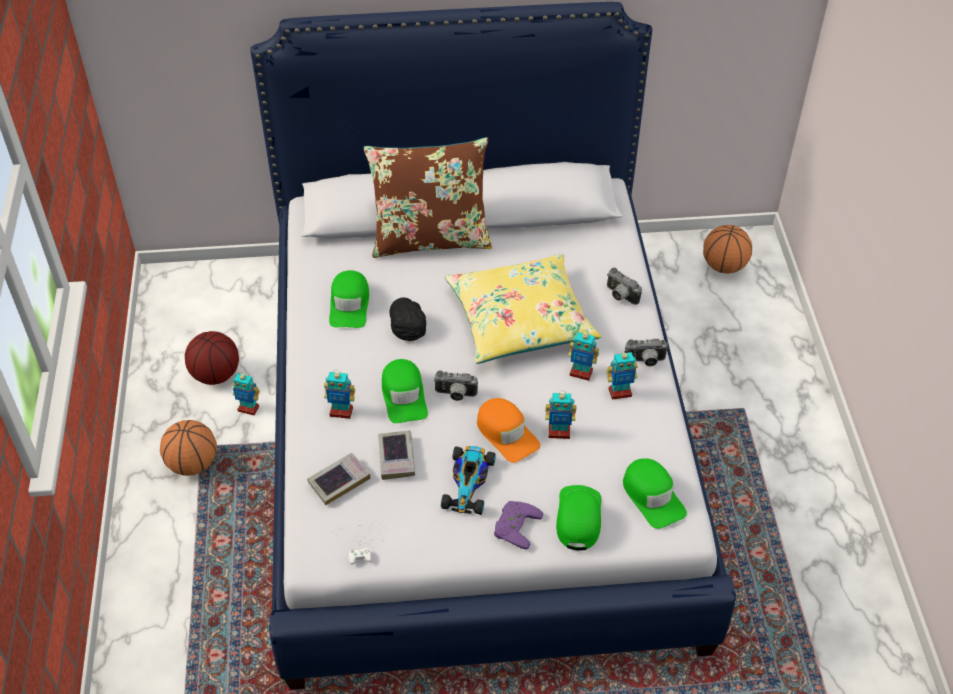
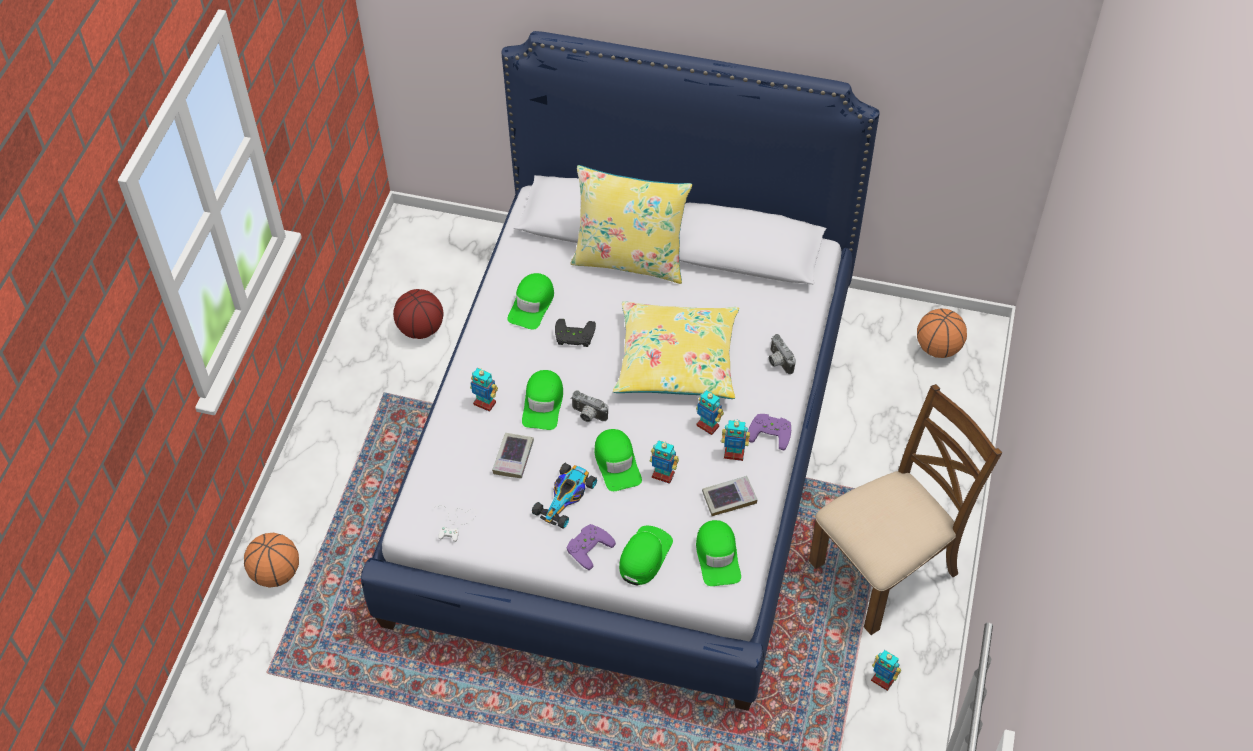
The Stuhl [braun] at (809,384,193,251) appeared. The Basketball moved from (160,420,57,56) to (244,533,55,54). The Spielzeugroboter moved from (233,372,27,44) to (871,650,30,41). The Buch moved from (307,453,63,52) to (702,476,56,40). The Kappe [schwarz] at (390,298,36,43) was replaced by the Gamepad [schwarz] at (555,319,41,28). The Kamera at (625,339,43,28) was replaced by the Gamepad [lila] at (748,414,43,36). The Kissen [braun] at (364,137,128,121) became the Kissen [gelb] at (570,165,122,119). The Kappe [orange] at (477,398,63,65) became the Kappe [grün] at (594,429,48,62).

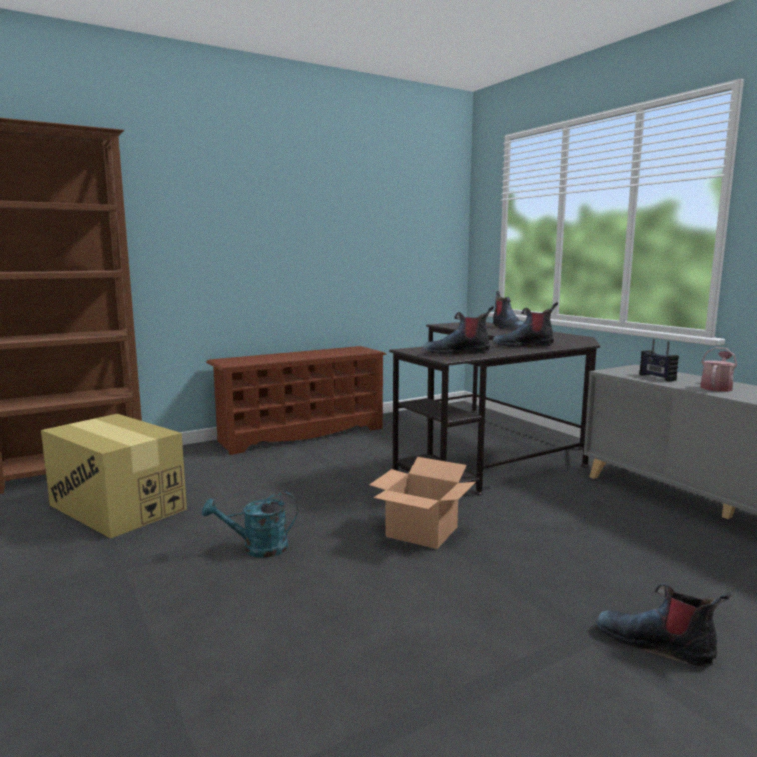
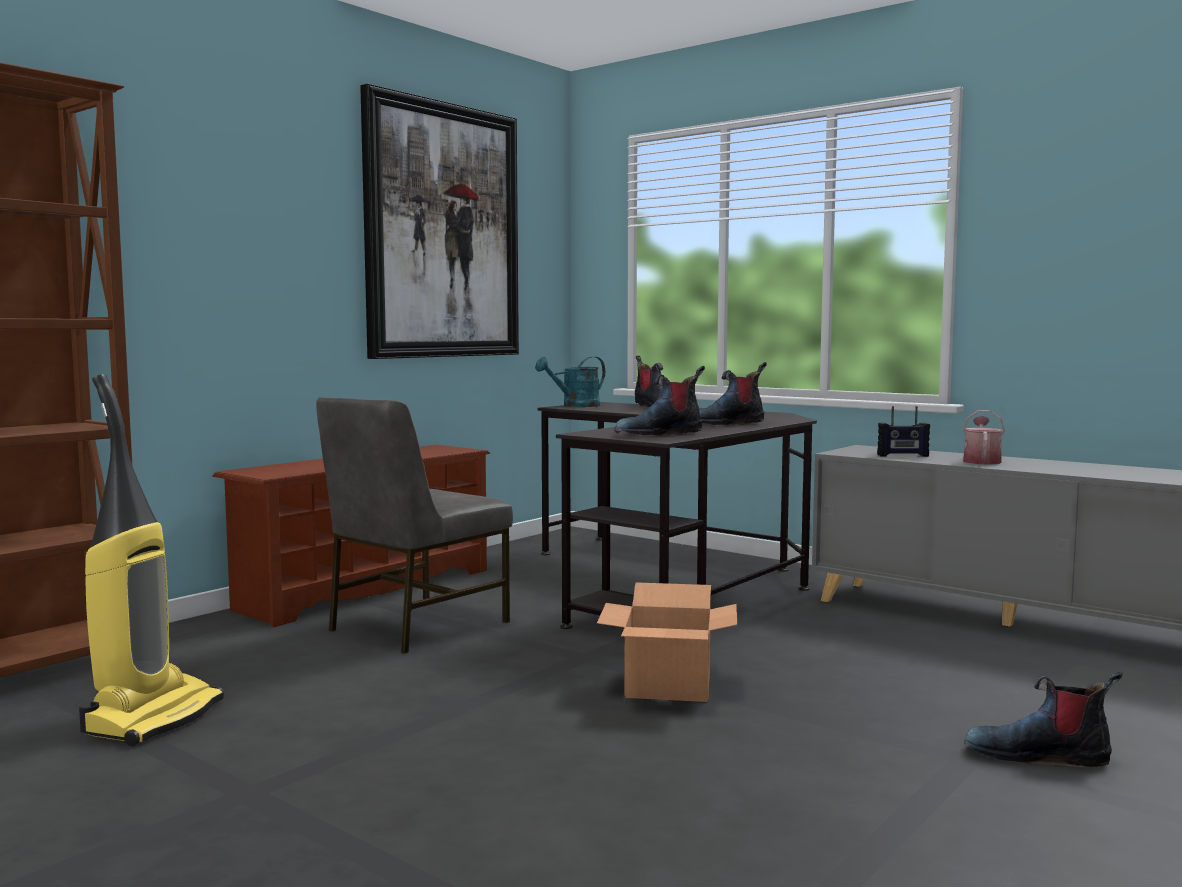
The Stuhl [grau] at (316,397,197,257) appeared. The Bild at (360,84,159,275) appeared. The Gießkanne [türkis] moved from (202,492,96,66) to (535,357,70,50). The Karton at (41,414,146,124) was replaced by the Staubsauger at (79,374,145,372). The Radio at (639,339,40,42) turned 45 degrees counterclockwise.

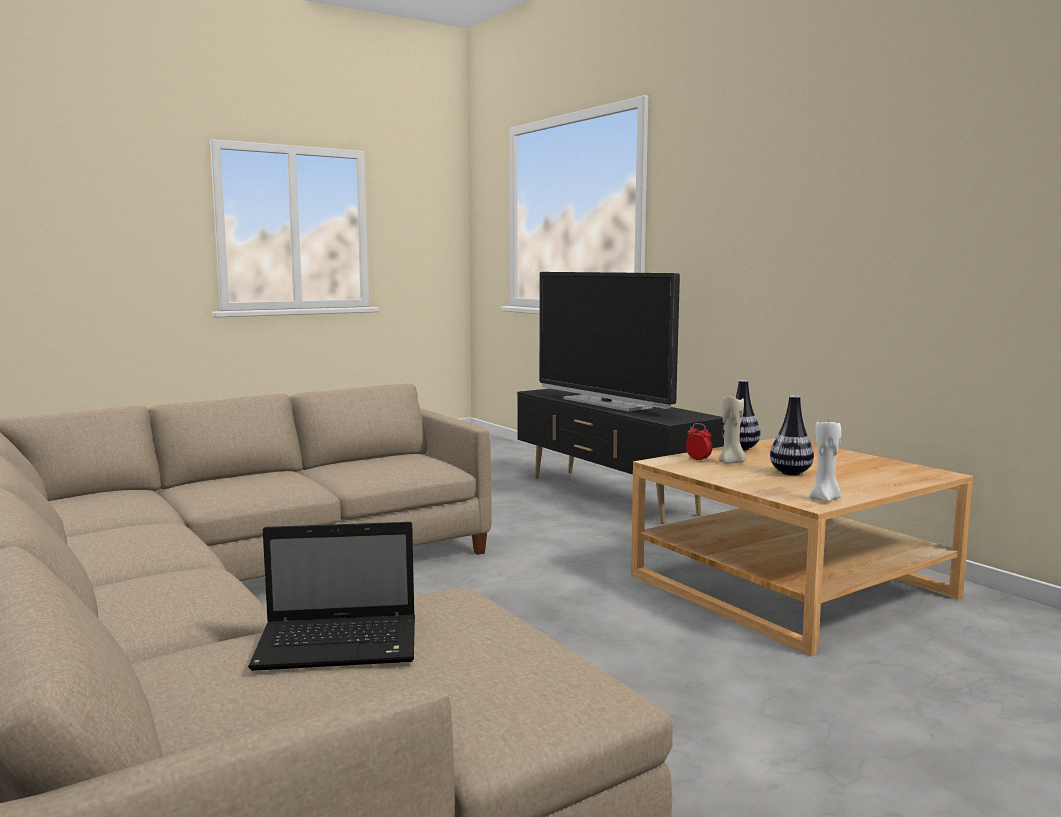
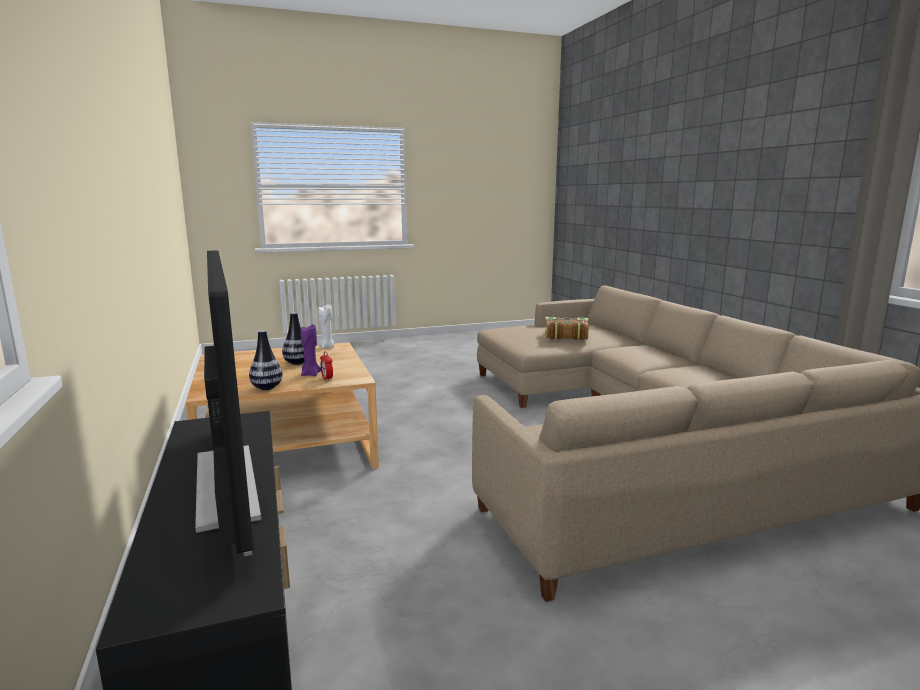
The Laptop at (248,522,167,149) was replaced by the Buch at (545,317,44,23). The Kerze [beige] at (719,395,27,69) became the Kerze [lila] at (301,324,20,52).

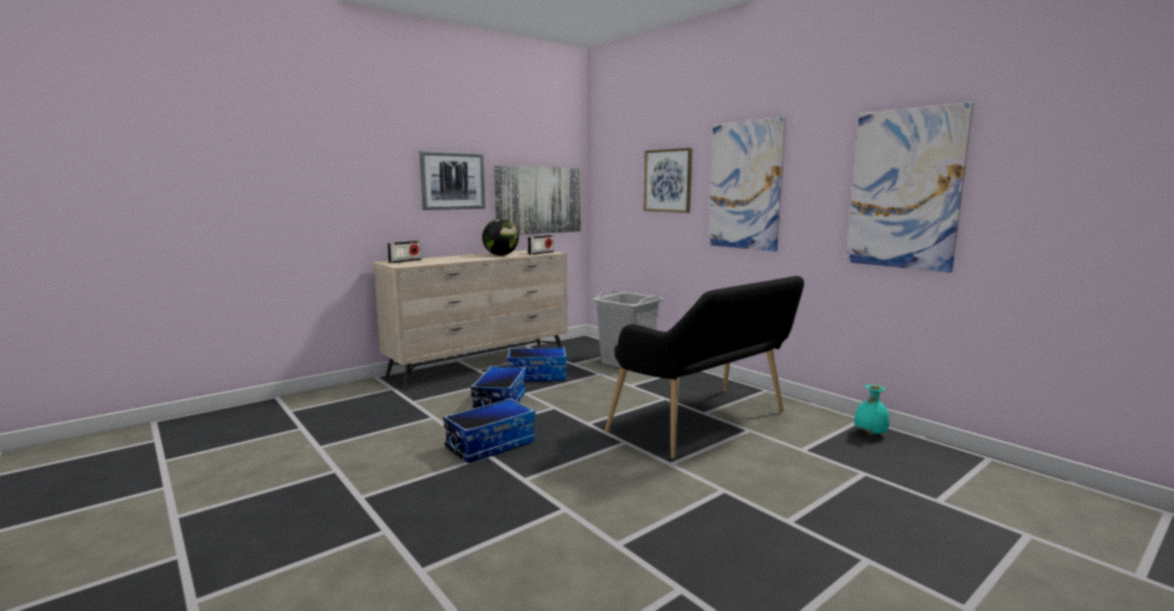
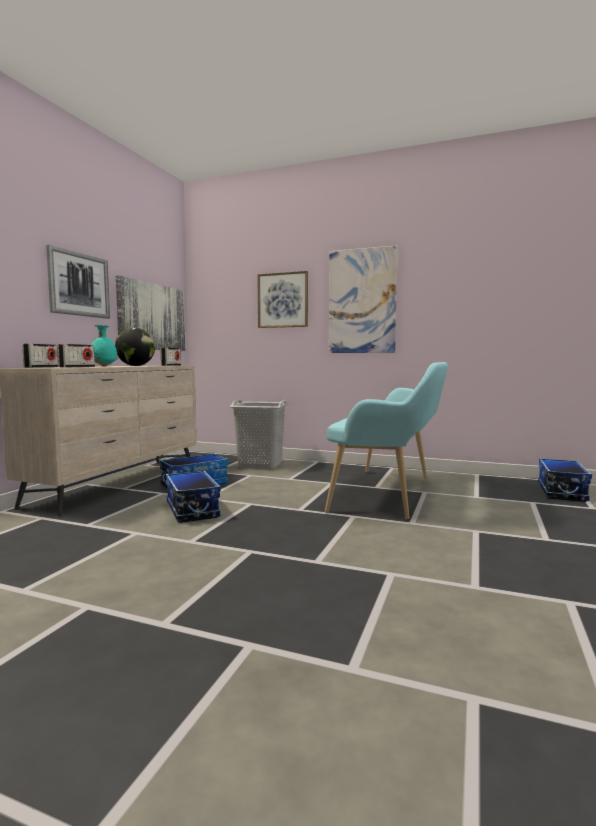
The Bild at (846,102,127,171) disappeared. The Radio at (58,344,37,24) appeared. The Aufbewahrungsbox moved from (443,398,92,65) to (538,458,54,44). The Vase [türkis] moved from (854,385,35,51) to (92,325,26,41). The Bank [schwarz] at (605,276,199,183) became the Bank [türkis] at (325,362,123,158).

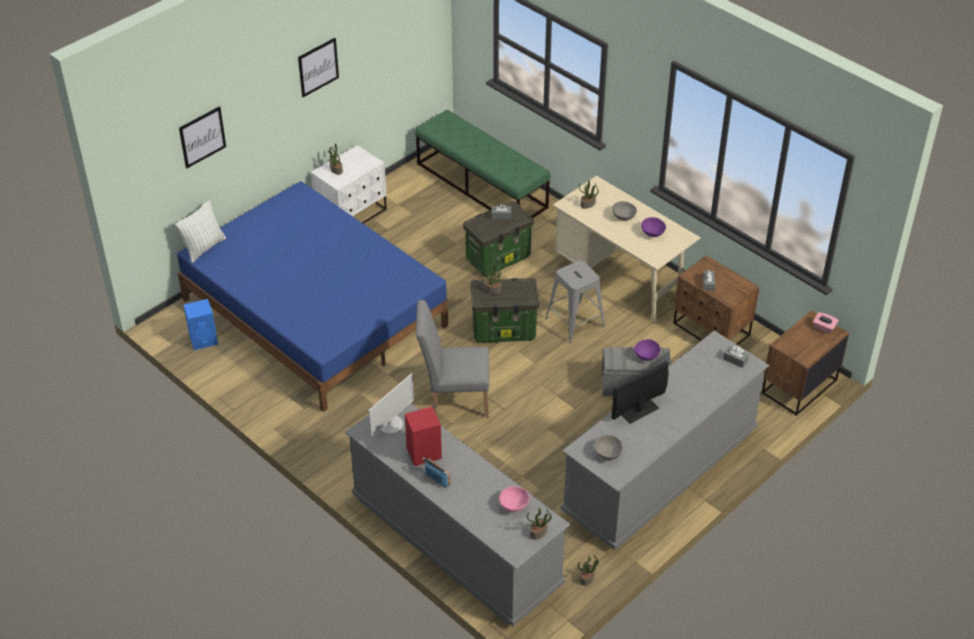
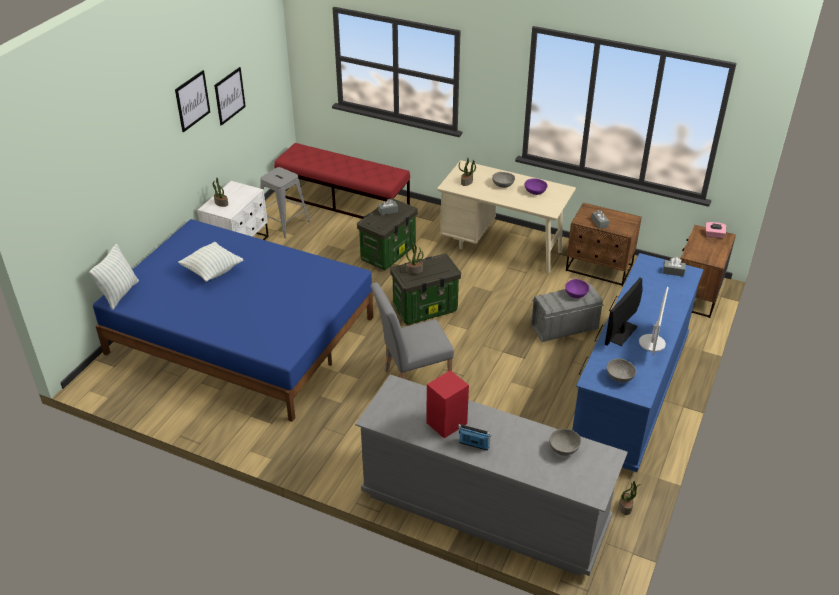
The Lautsprecher [blau] at (184,299,34,51) disappeared. The Topfpflanze at (527,508,24,32) disappeared. The Kissen at (178,242,65,40) appeared. The Bild moved from (179,106,47,62) to (214,67,32,59). The Monitor moved from (368,373,46,64) to (639,287,30,69). The Hocker [grau] moved from (546,260,59,83) to (260,167,50,71). The Bank [grün] at (415,110,135,108) became the Bank [rot] at (274,143,136,76). The Schüssel [rosa] at (499,486,31,26) became the Schüssel [grau] at (549,429,32,27). The Kommode [grau] at (561,331,208,219) became the Kommode [blau] at (572,253,132,219).

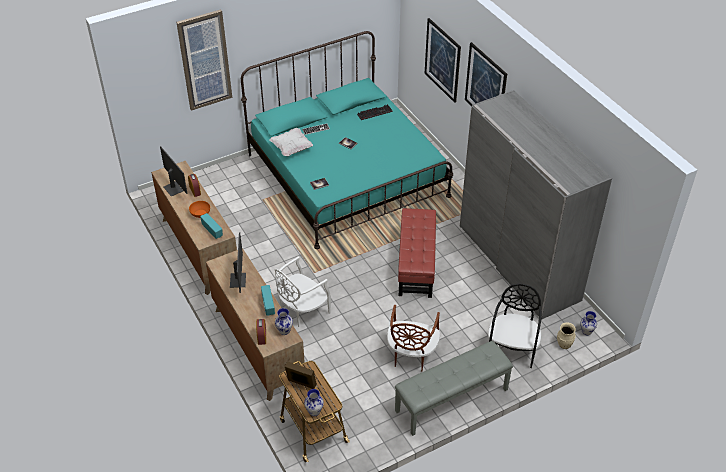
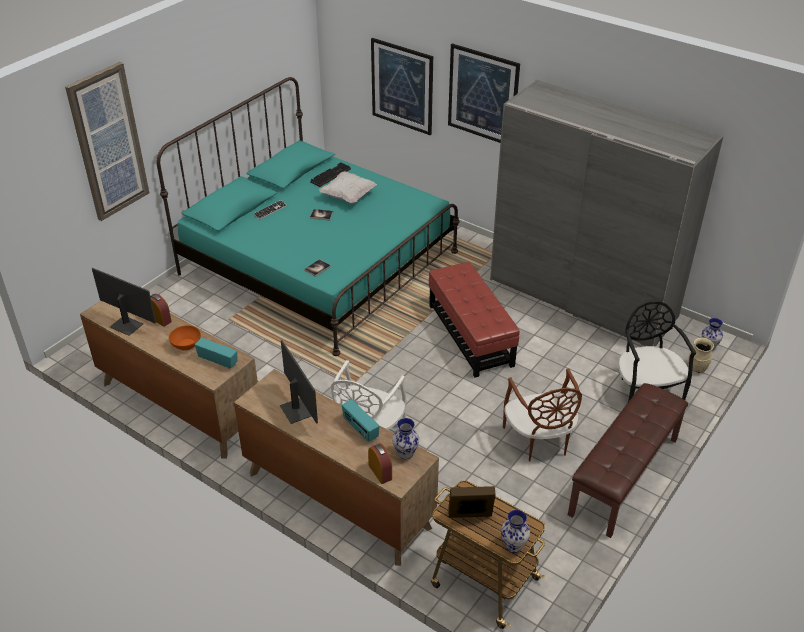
The Kissen [weiß] moved from (270,128,43,28) to (320,172,57,32). The Bank [grau] at (395,341,118,95) became the Bank [braun] at (568,383,120,155).

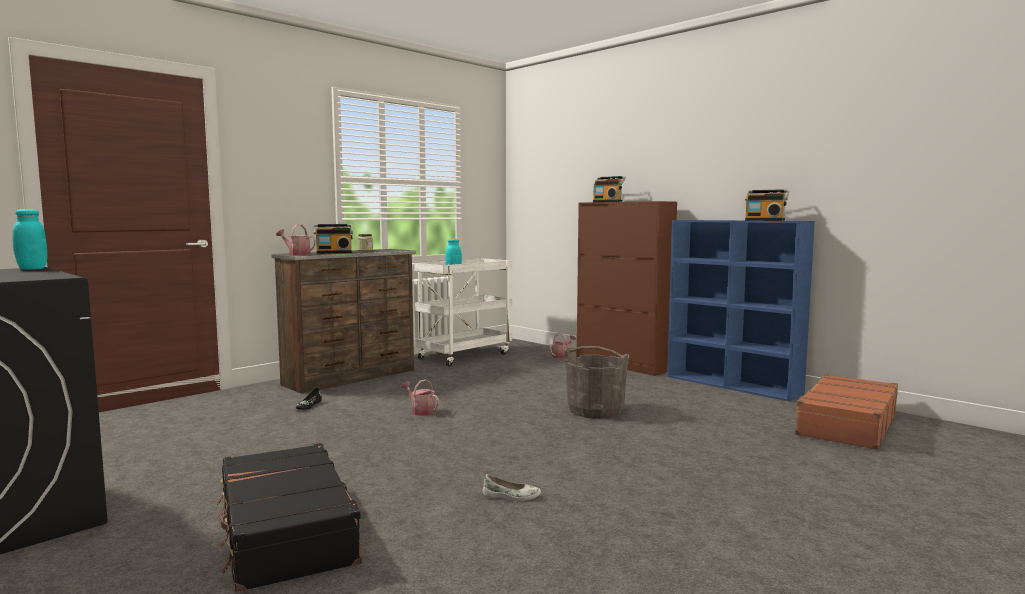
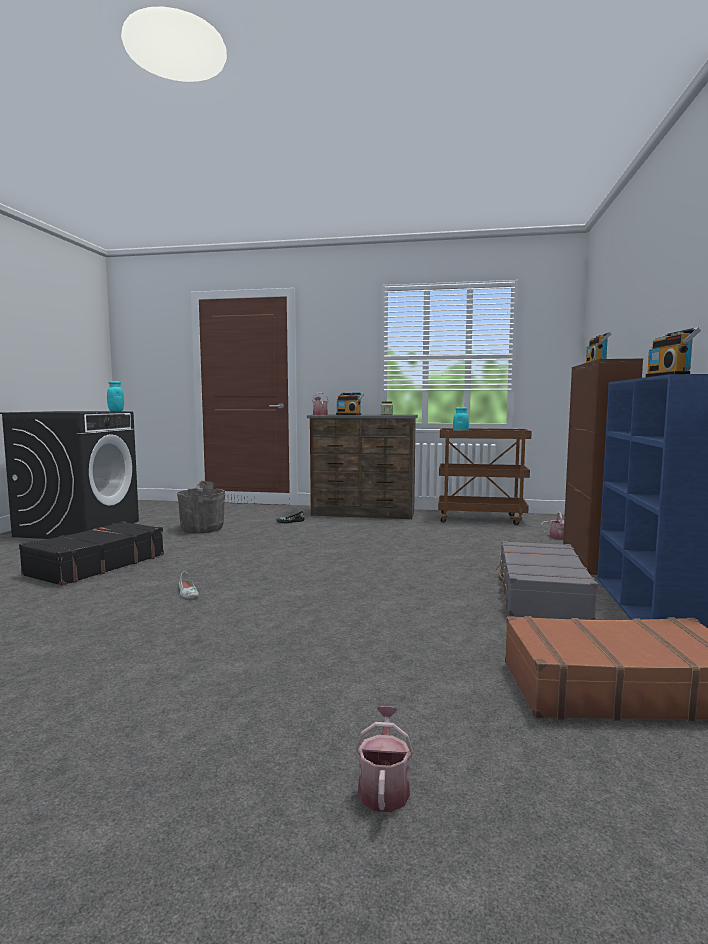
The Koffer [grau] at (496,541,102,79) appeared. The Gießkanne moved from (402,379,37,37) to (355,706,58,106). The Eimer [grau] moved from (564,346,65,73) to (177,480,48,53). The Rollwagen [weiß] at (414,258,98,109) became the Rollwagen [braun] at (438,428,94,97).

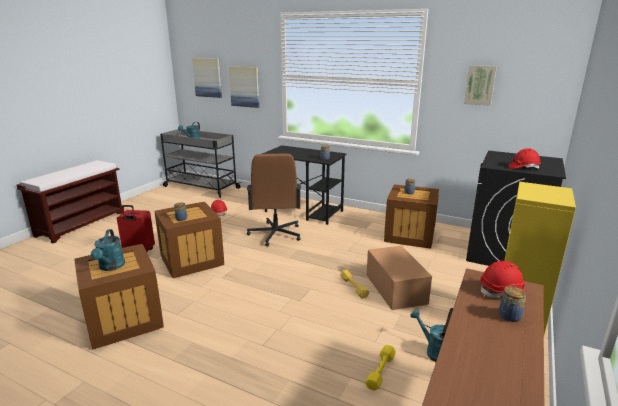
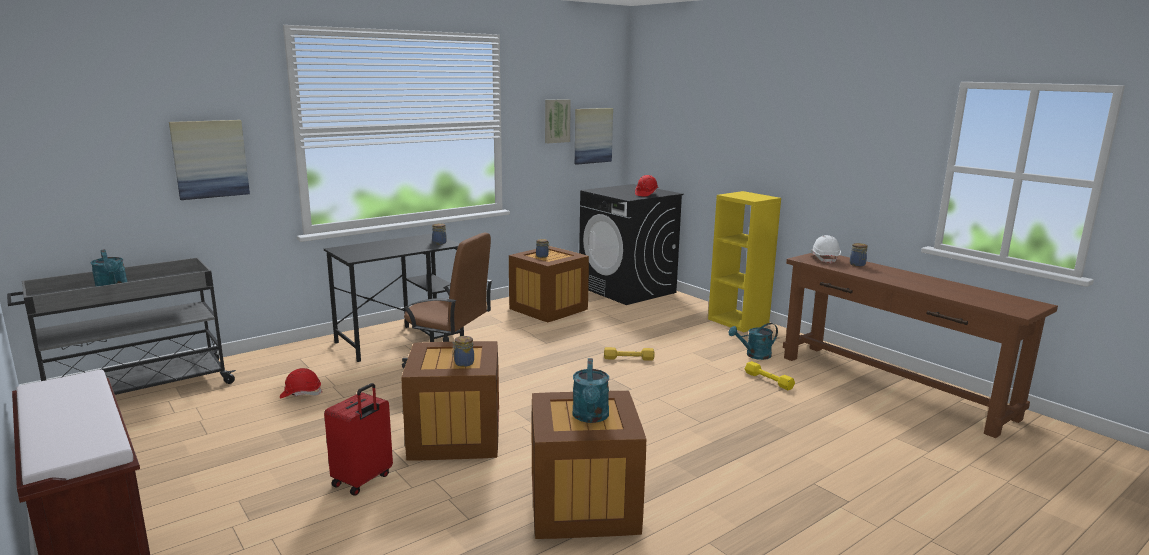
The Karton at (367,246,65,64) disappeared. The Bild moved from (192,58,30,40) to (575,108,38,57). The Schutzhelm [rot] at (480,261,48,37) became the Schutzhelm [weiß] at (811,235,30,29). The Gießkanne [türkis] at (91,229,34,42) turned 75 degrees clockwise.

